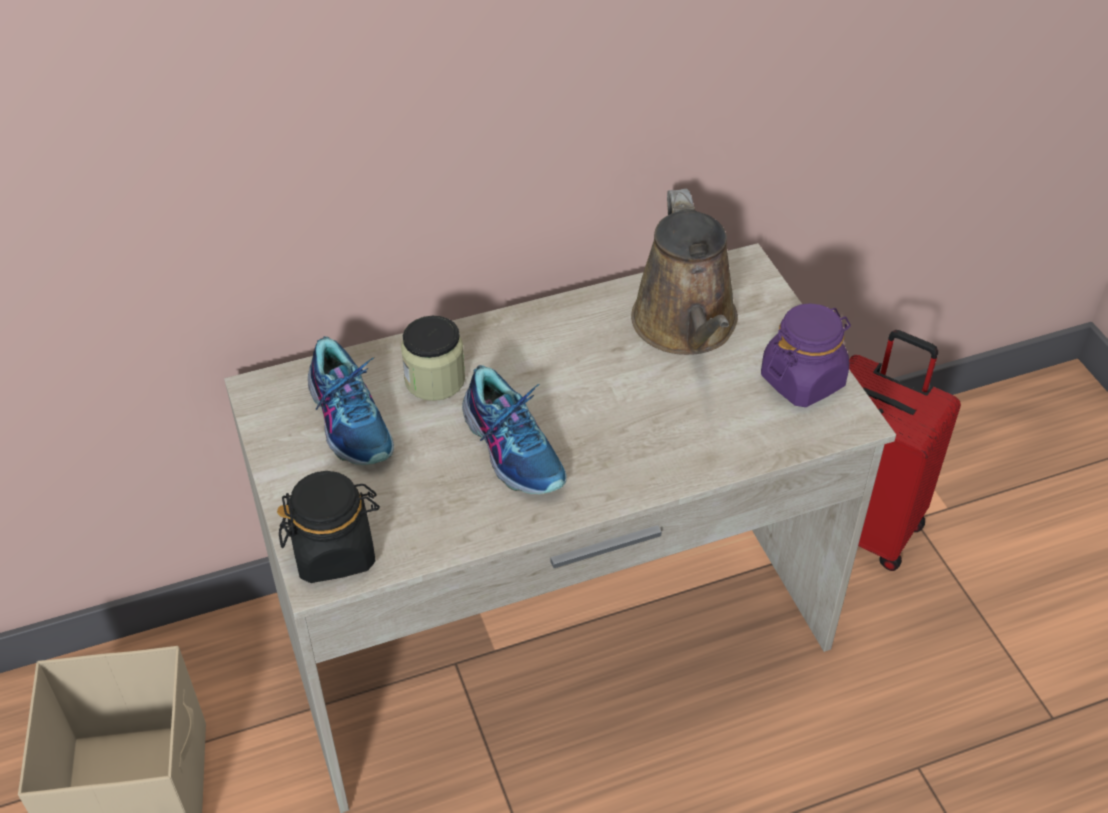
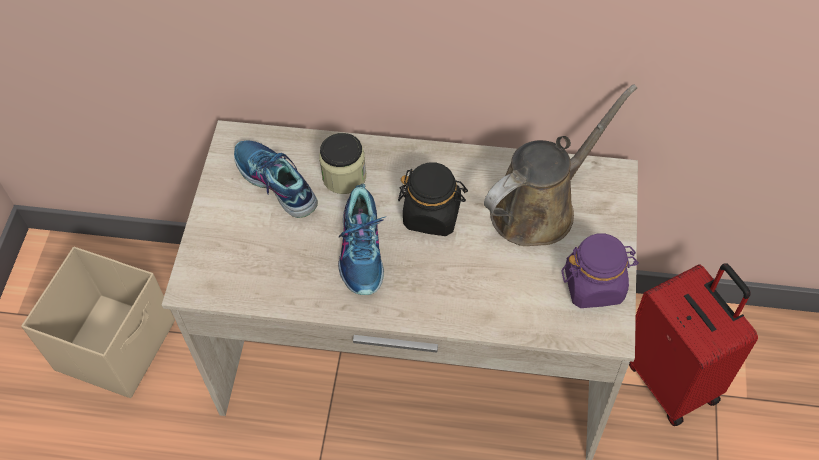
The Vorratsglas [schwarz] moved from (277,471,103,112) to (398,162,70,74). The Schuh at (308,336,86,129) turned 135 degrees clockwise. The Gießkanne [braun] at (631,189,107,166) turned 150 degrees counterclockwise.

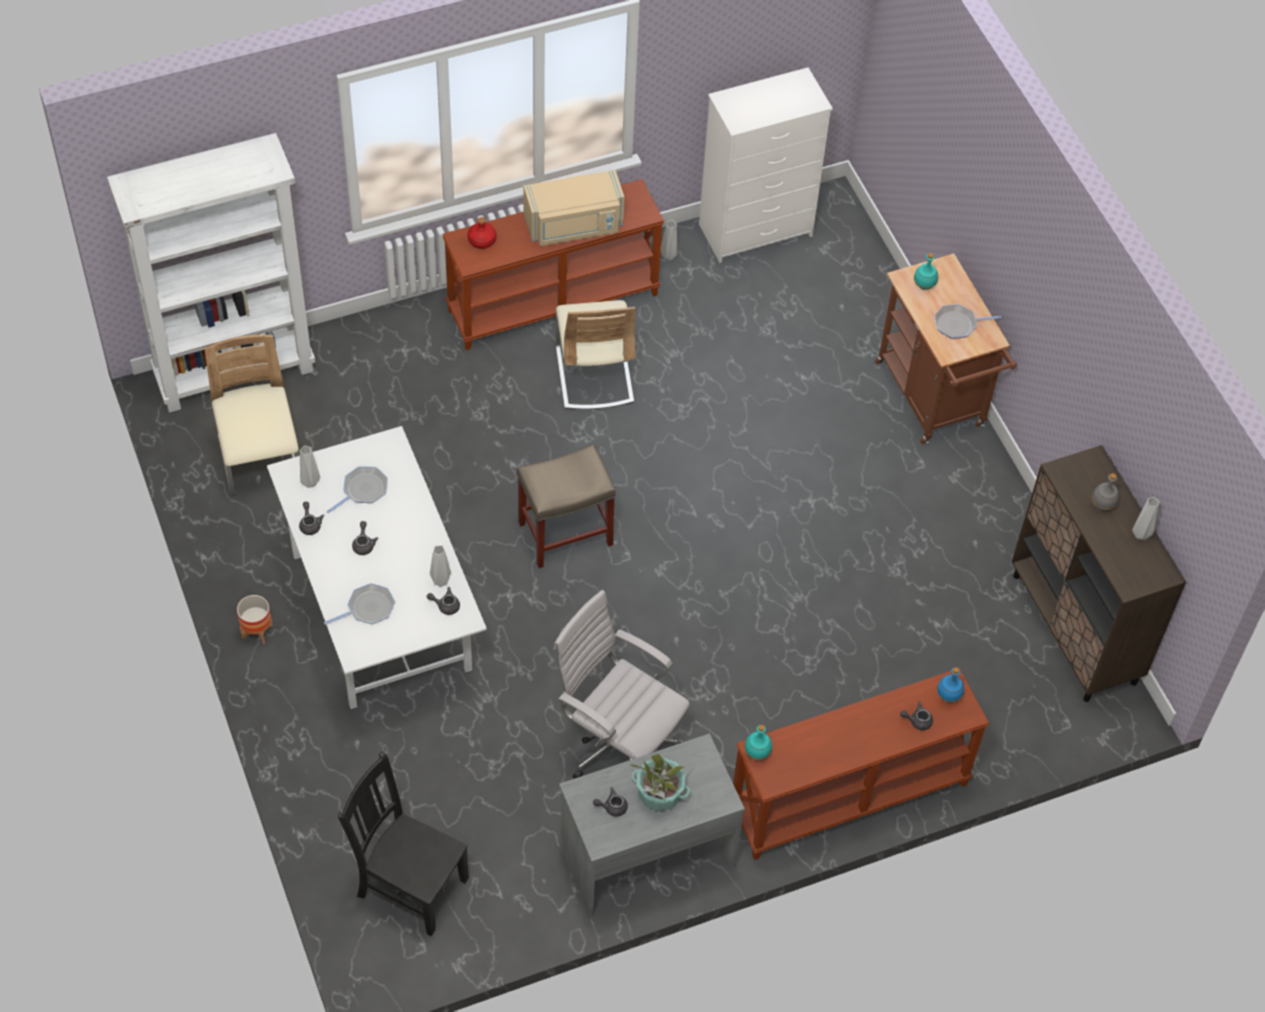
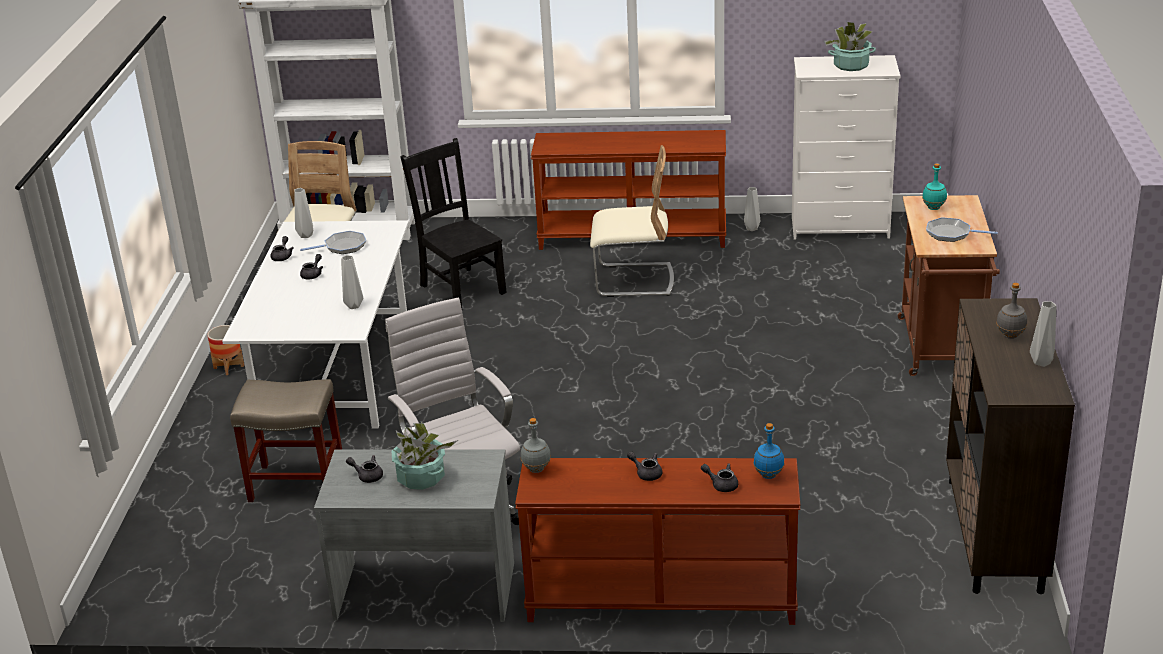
The Pfanne at (324,583,71,42) disappeared. The Flasche [rot] at (467,217,30,32) disappeared. The Mikrowelle [beige] at (523,170,101,76) disappeared. The Topfpflanze at (824,22,52,49) appeared. The Stuhl [schwarz] moved from (338,751,131,185) to (400,138,107,170). The Teekanne [grau] moved from (427,587,33,28) to (627,451,35,30). The Hocker [beige] moved from (517,445,99,123) to (230,379,112,123). The Flasche [türkis] at (745,725,27,35) became the Flasche [grau] at (521,418,30,55). The Stuhl [beige] at (556,300,80,109) turned 105 degrees counterclockwise.

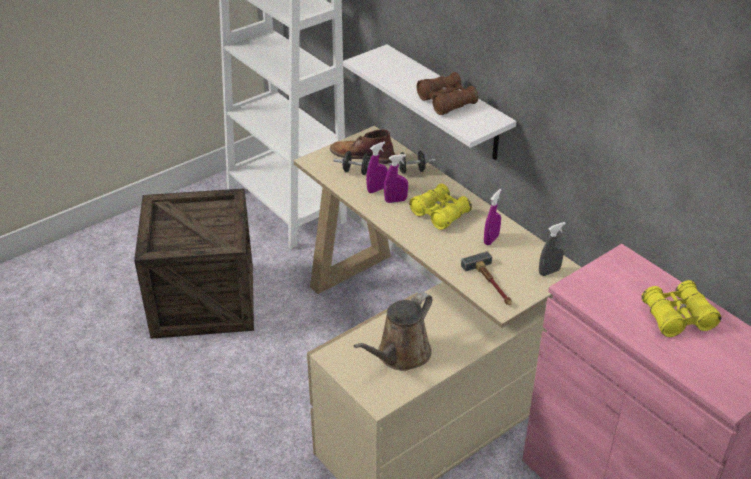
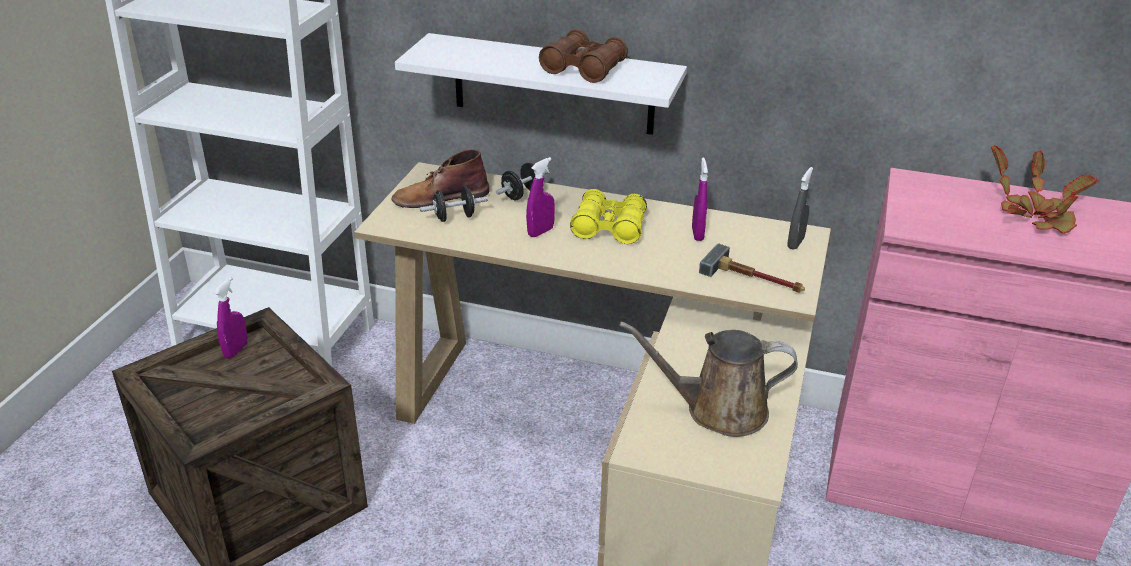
The Sprühflasche [lila] moved from (366,142,22,51) to (214,277,34,82). The Fernglas [gelb] at (641,280,80,57) was replaced by the Topfpflanze at (991,145,108,89). The Gießkanne [braun] at (354,292,78,79) turned 90 degrees clockwise.

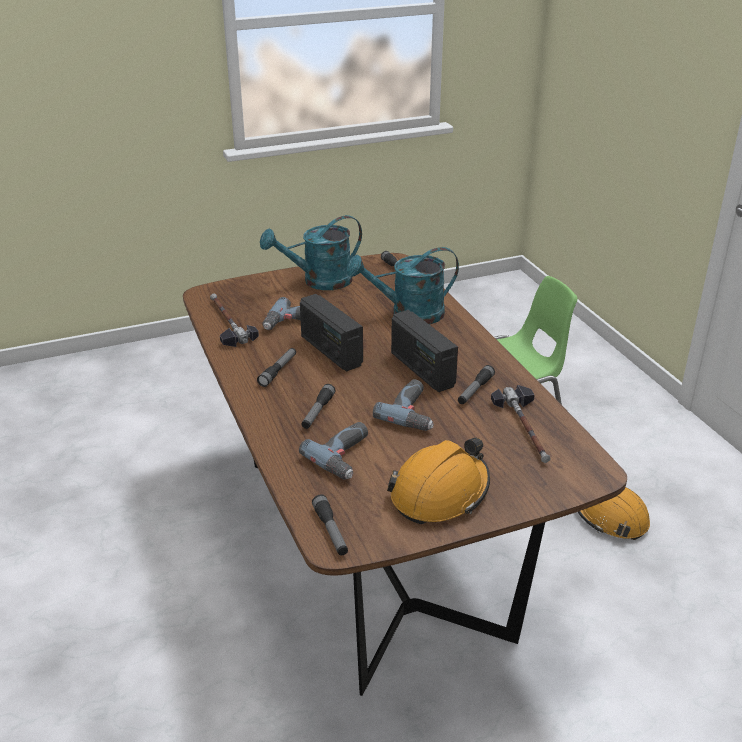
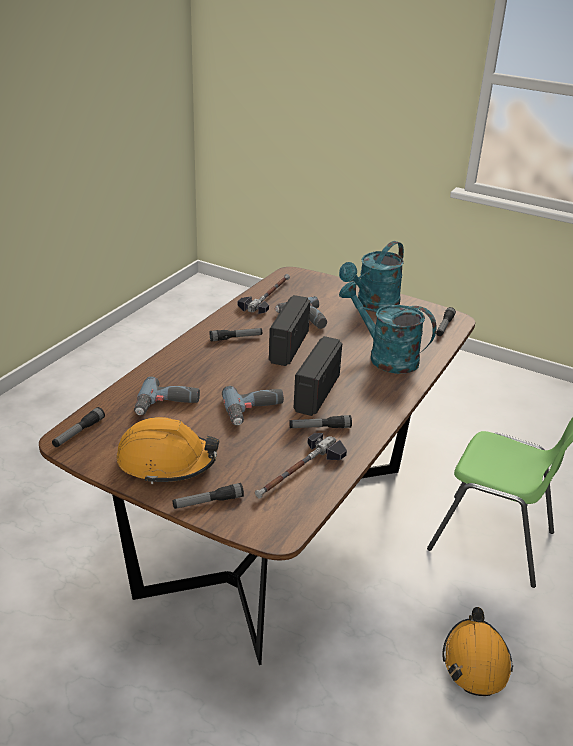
The Taschenlampe moved from (301,384,35,45) to (173,483,71,26). The Gießkanne [türkis] at (260,215,102,75) turned 75 degrees counterclockwise.

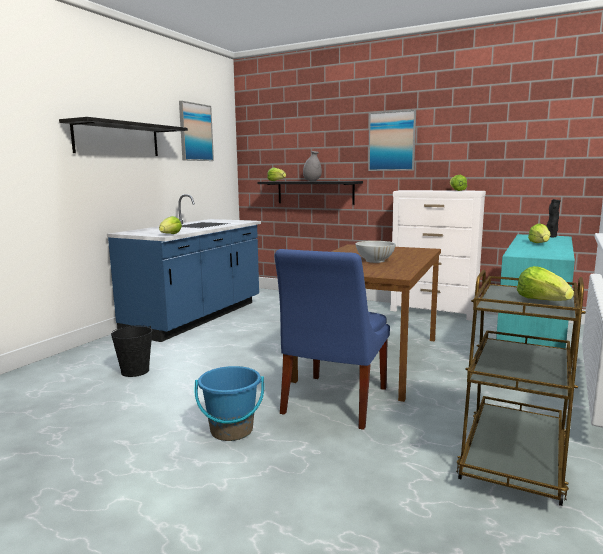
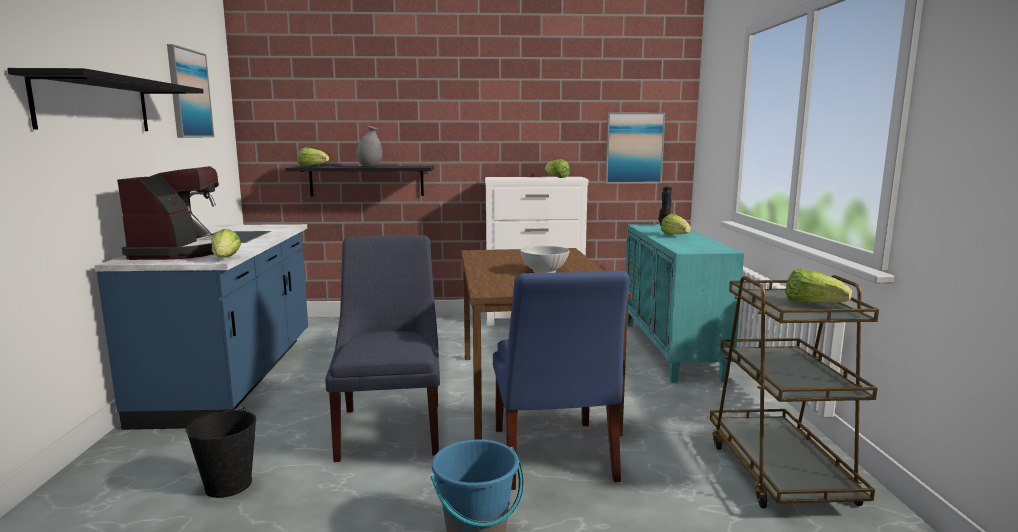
The Kaffeemaschine at (117,166,102,94) appeared. The Stuhl [blau] at (325,235,115,227) appeared. The Bild moved from (368,110,48,61) to (605,113,60,71).

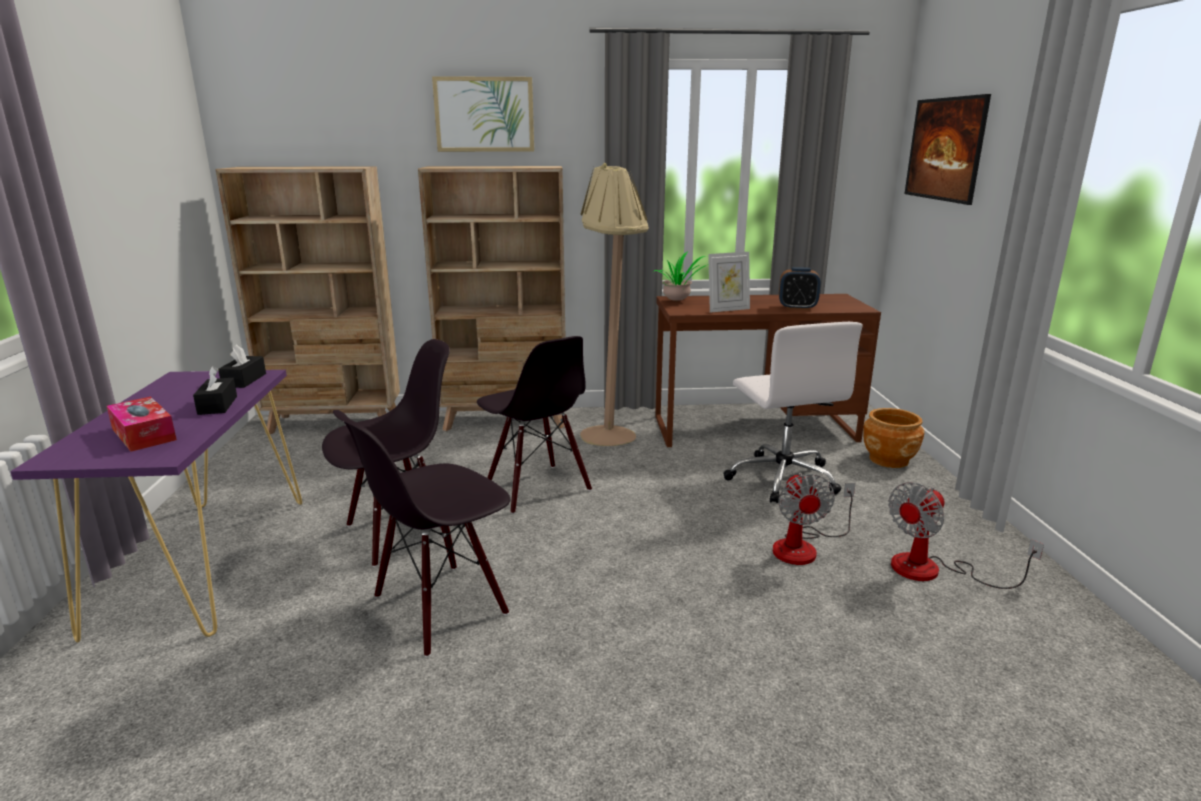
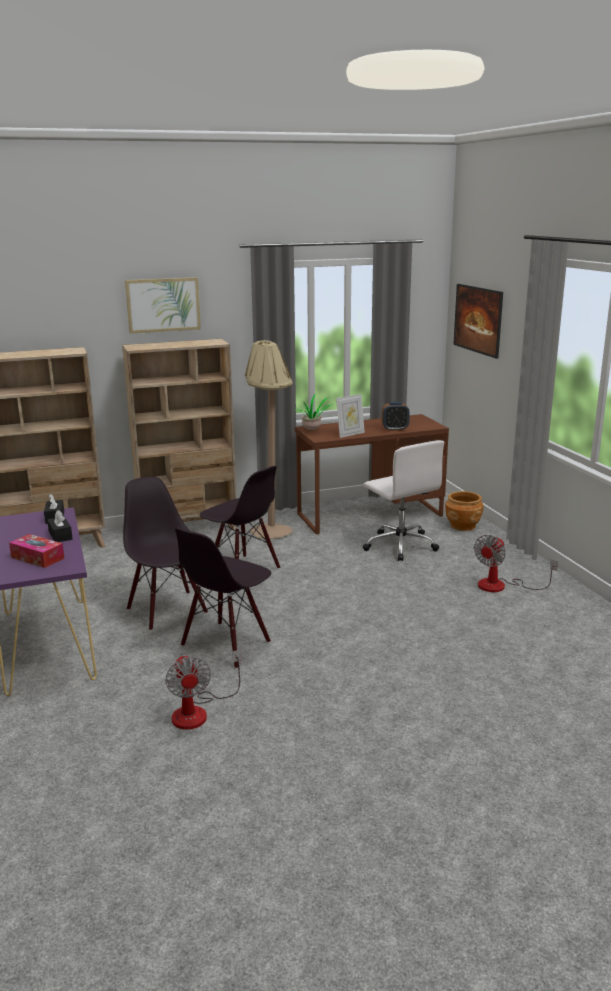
The Ventilator moved from (773,473,83,92) to (165,650,76,80). The Stuhl [schwarz] at (322,339,131,228) turned 75 degrees counterclockwise.

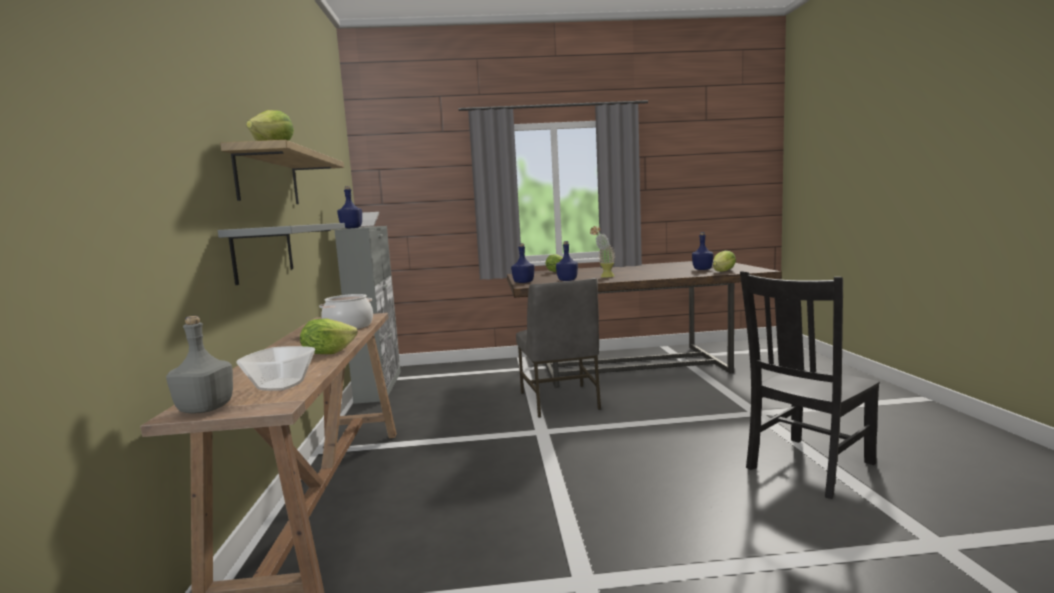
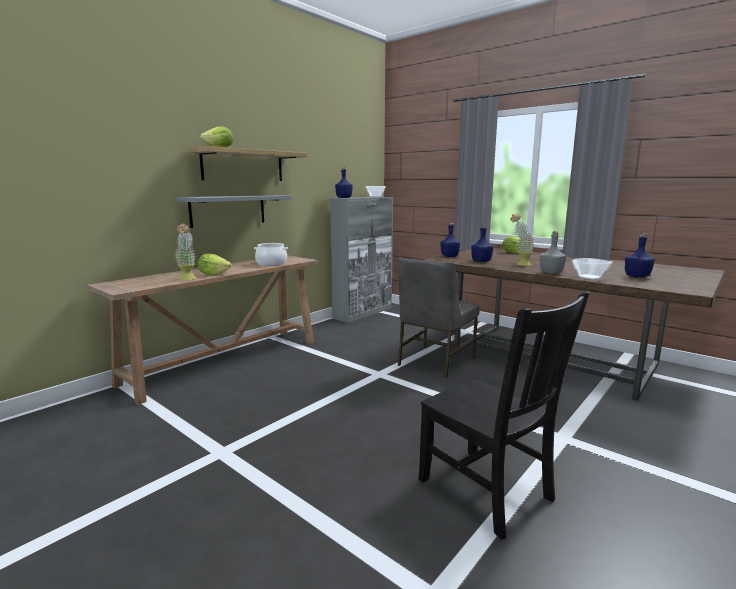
The Salatkopf at (713,251,23,21) disappeared. The Topfpflanze at (174,223,23,57) appeared. The Flasche [grau] moved from (166,316,67,97) to (540,231,26,43). The Schüssel moved from (236,346,79,45) to (572,258,40,21). The Stuhl [schwarz] at (740,271,140,228) turned 135 degrees counterclockwise.

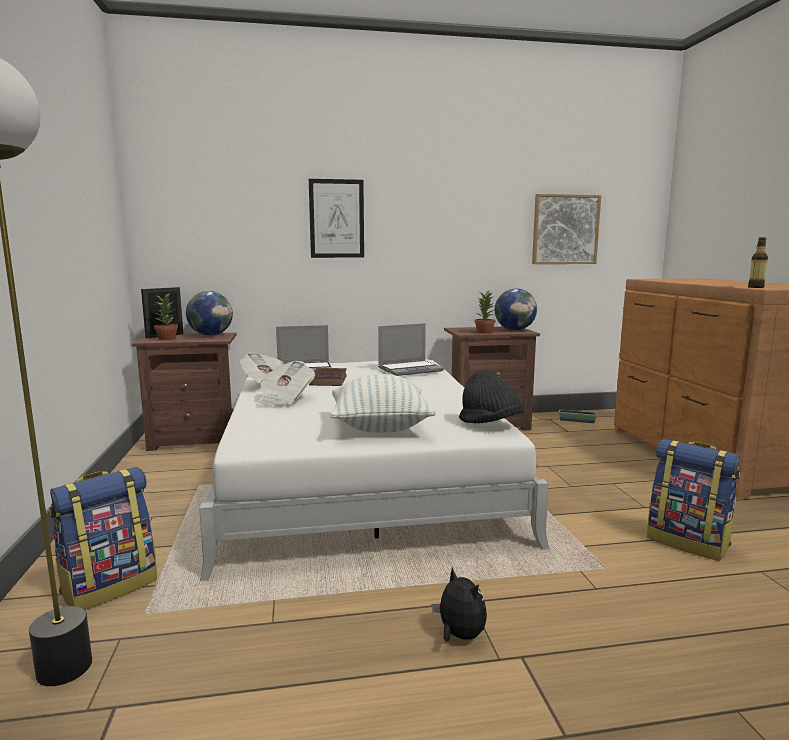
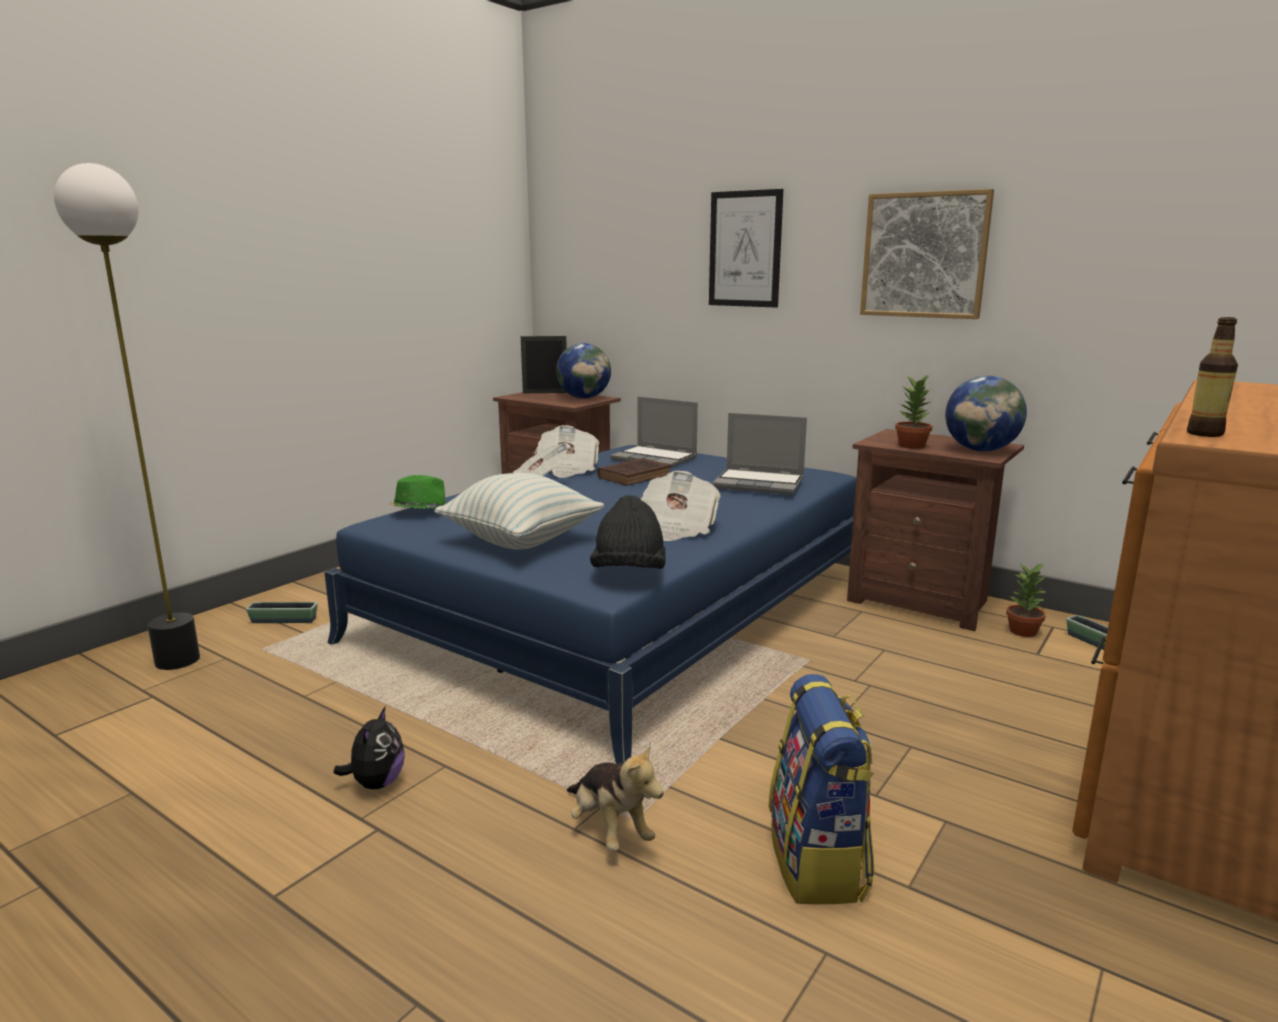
The Hut [grün] at (390,475,57,34) appeared. The Plüschtier at (567,743,97,108) appeared. The Zeitung at (641,471,80,70) appeared. The Topfpflanze moved from (153,293,25,47) to (1006,562,40,75). The Bild moved from (532,194,69,70) to (860,189,134,130). The Rucksack at (49,467,108,143) was replaced by the Pflanzkübel at (246,602,71,21). The Bett [weiß] at (199,359,351,222) became the Bett [blau] at (324,445,532,319).

